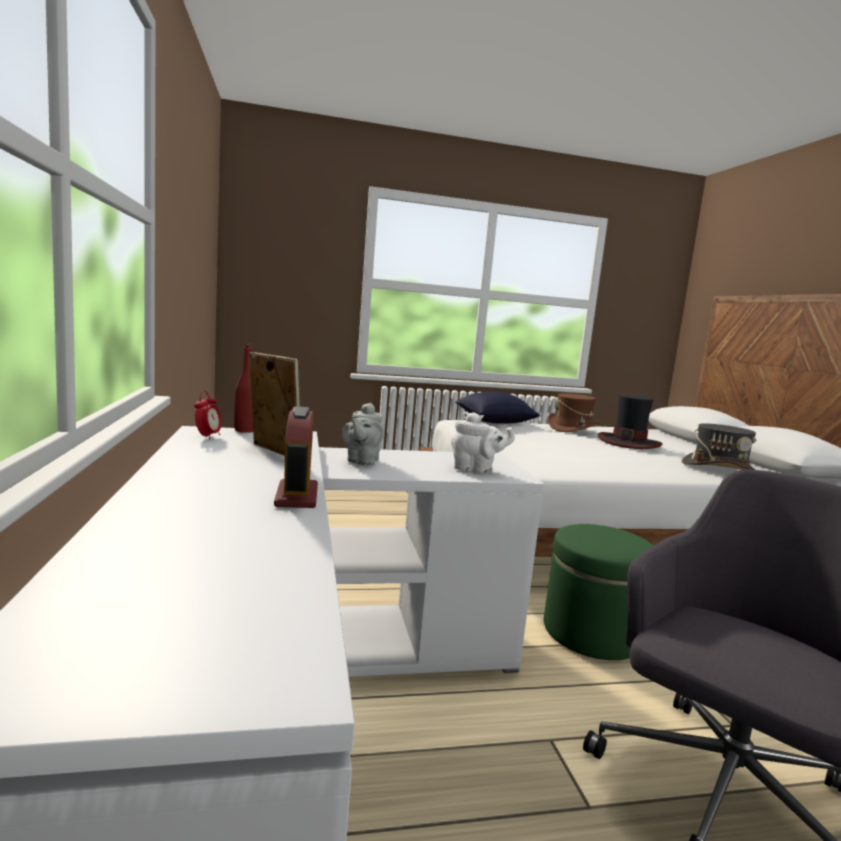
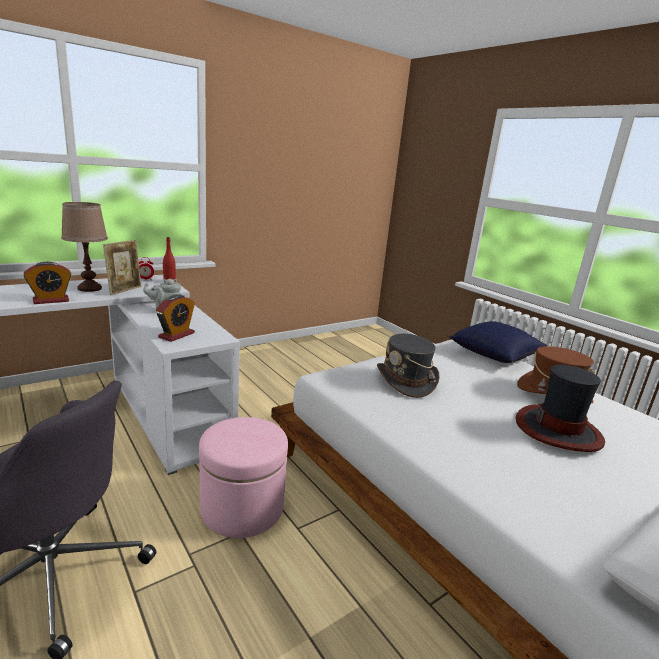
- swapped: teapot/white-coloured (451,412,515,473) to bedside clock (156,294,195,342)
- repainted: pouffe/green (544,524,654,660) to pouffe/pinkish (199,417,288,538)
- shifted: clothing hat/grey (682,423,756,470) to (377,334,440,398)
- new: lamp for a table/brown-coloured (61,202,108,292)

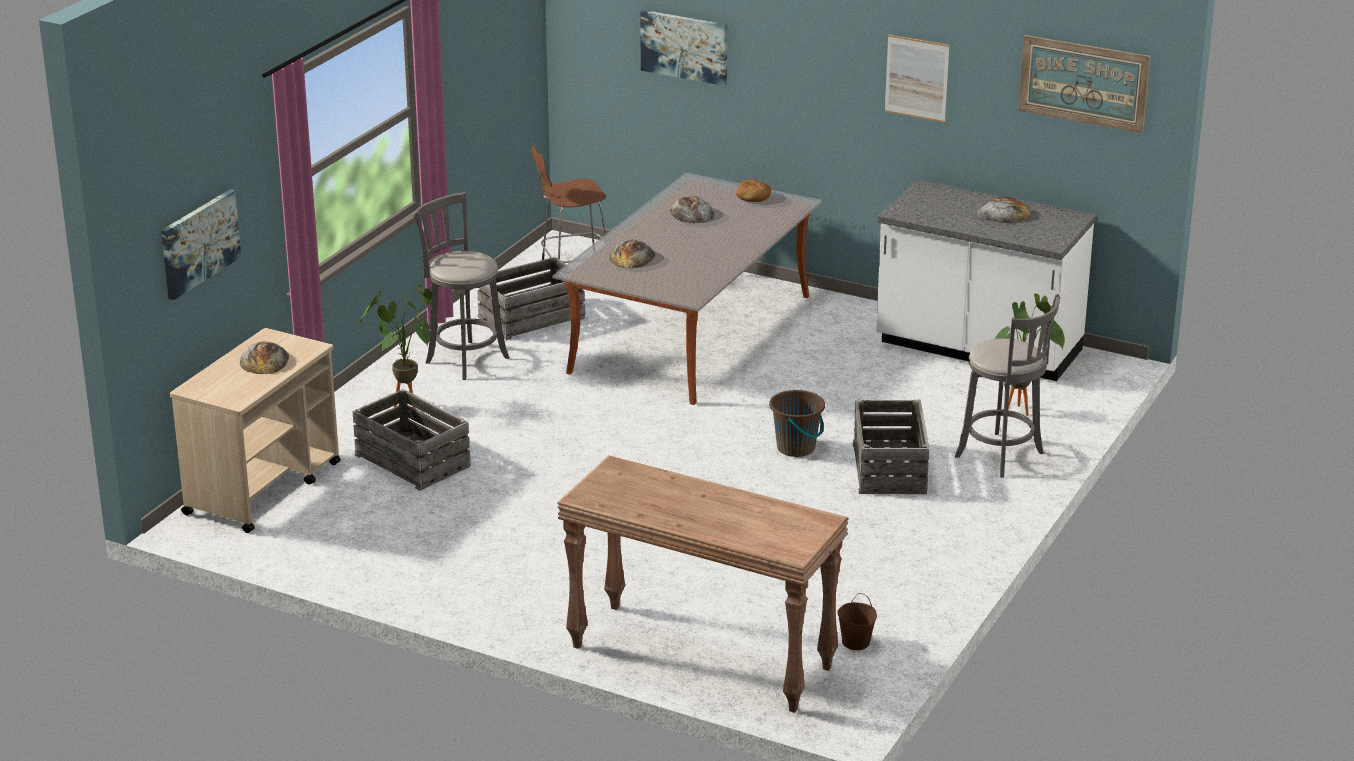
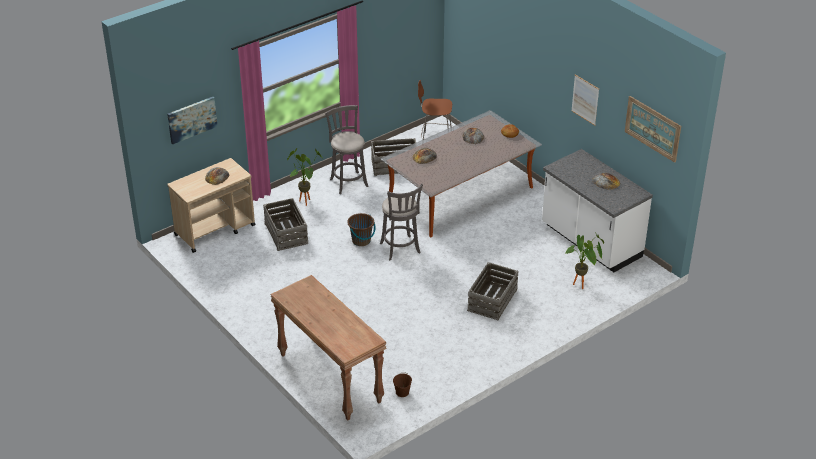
- gone: wall picture (640,10,727,86)
- shifted: bucket/brown-coloured (769,390,825,457) to (348,213,376,246)
- shifted: stool seat/grey (955,294,1060,478) to (380,183,423,261)

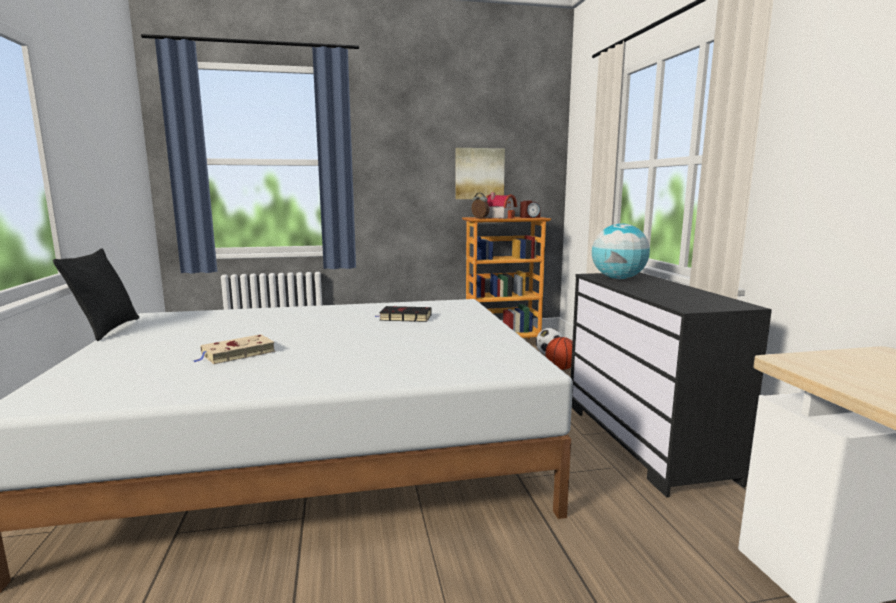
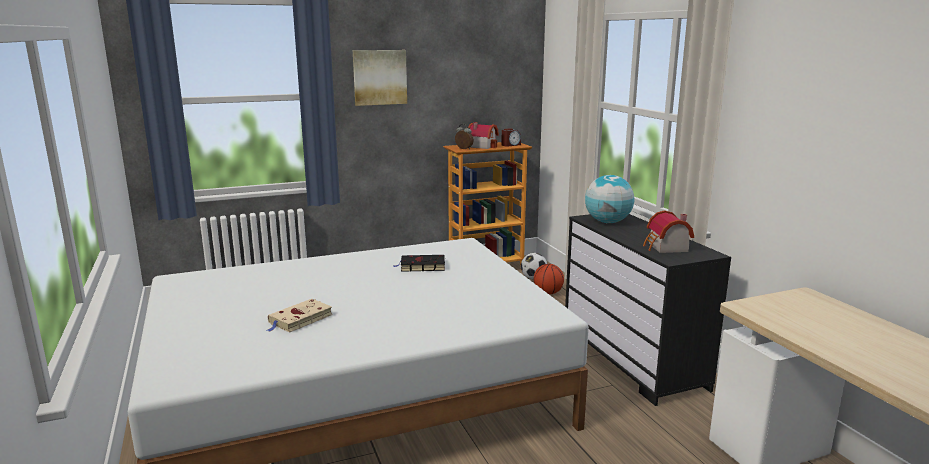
- gone: cushion/black (53,248,139,341)
- shifted: wall picture (455,148,505,199) to (353,50,407,106)
- new: miniature house (643,210,694,253)

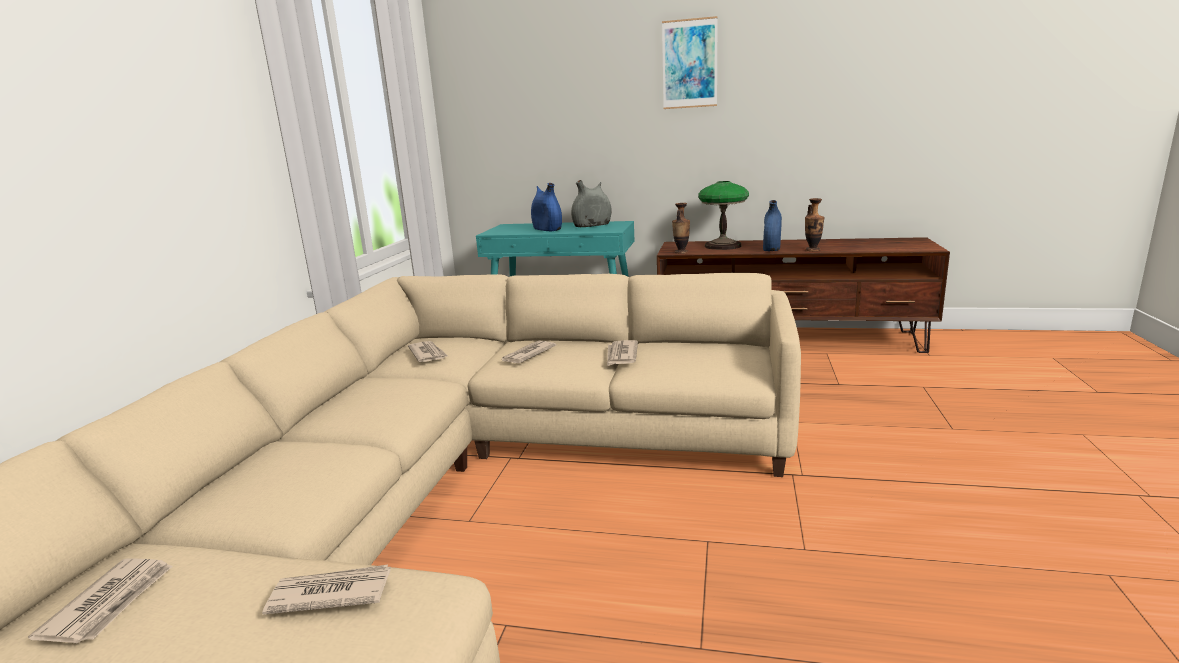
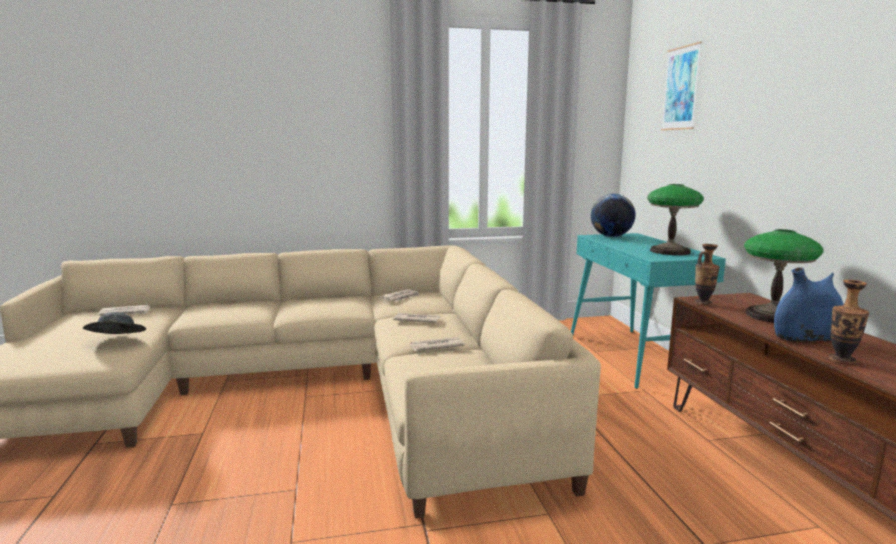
- swapped: newspaper (262,565,391,615) to clothing hat/grey (83,312,146,334)
- gone: vase/blue (531,183,562,231)
- swapped: vase/grey (571,180,612,227) to lamp for a table (647,184,704,255)
- shifted: wall picture (662,16,718,109) to (661,42,702,130)
- new: desk globe (591,194,636,237)

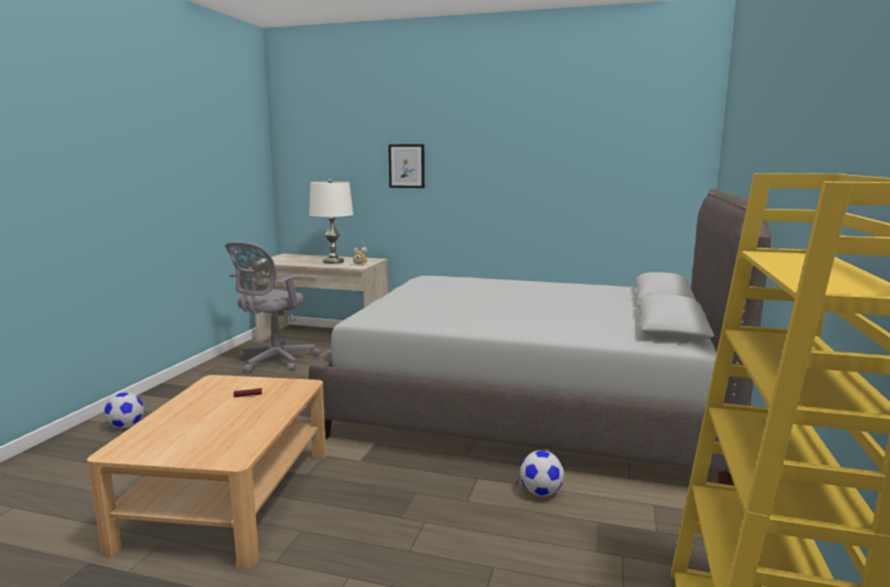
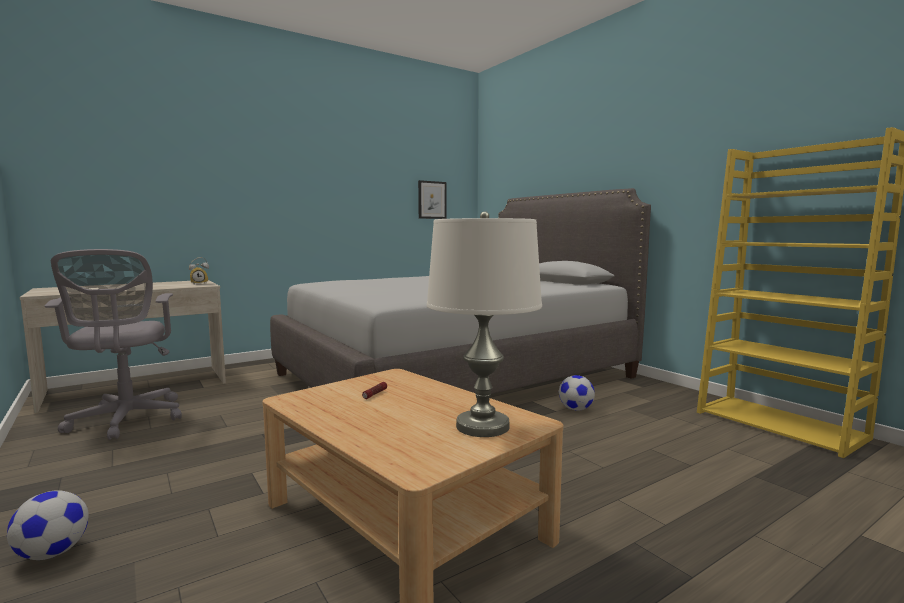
- shifted: lamp for a table/white-coloured (309,179,353,264) to (427,211,542,437)
- shifted: wall picture (388,144,425,188) to (418,180,447,219)

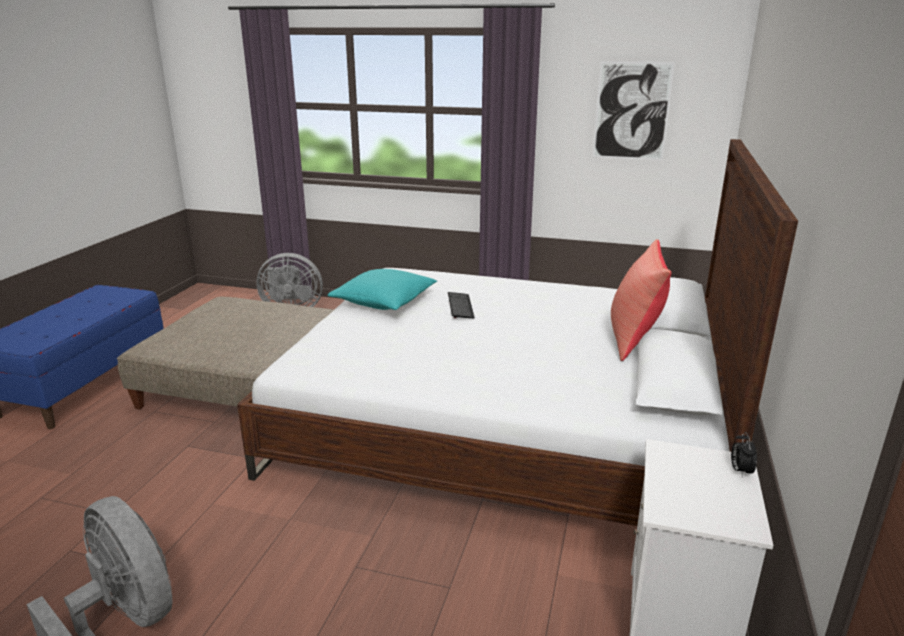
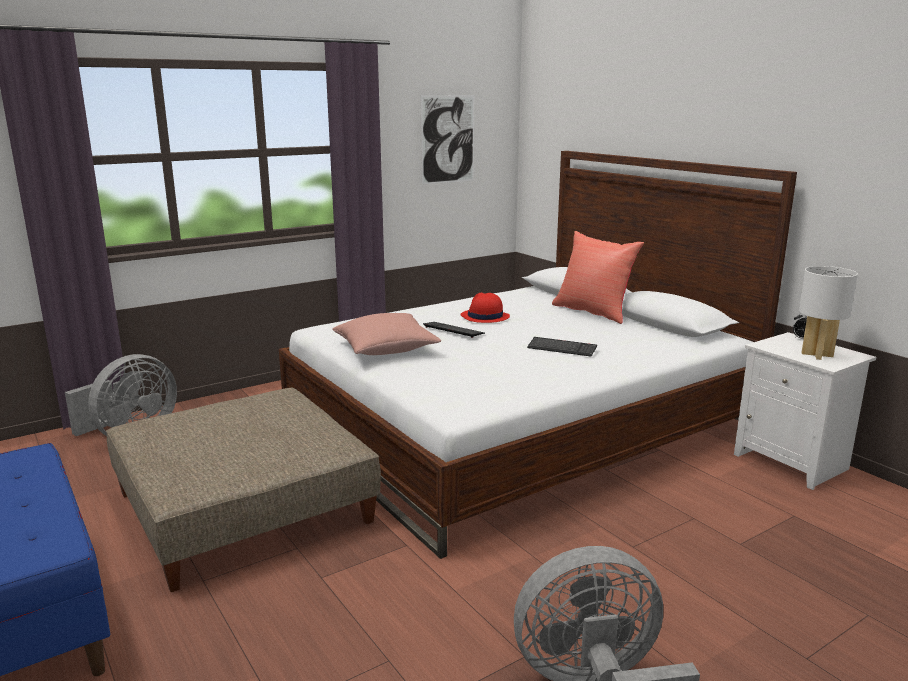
- repainted: cushion/turquoise (327,269,437,310) to cushion/pinkish (332,313,441,355)
- new: clothing hat/reddish (460,293,510,323)
- new: computer keyboard (527,337,597,357)
- new: lamp for a table/white-coloured (799,266,858,360)

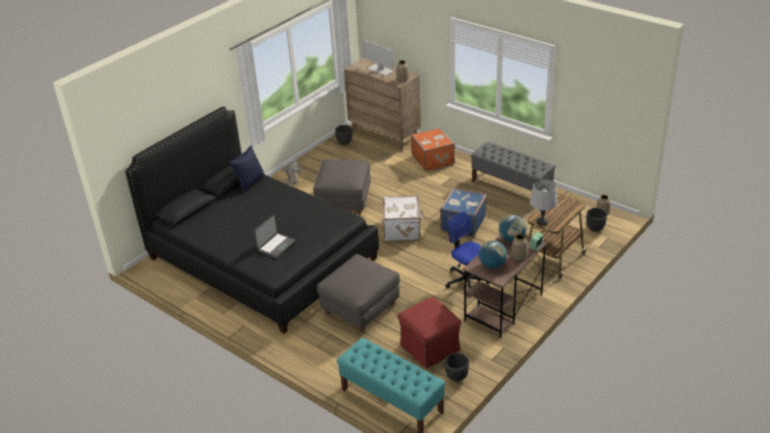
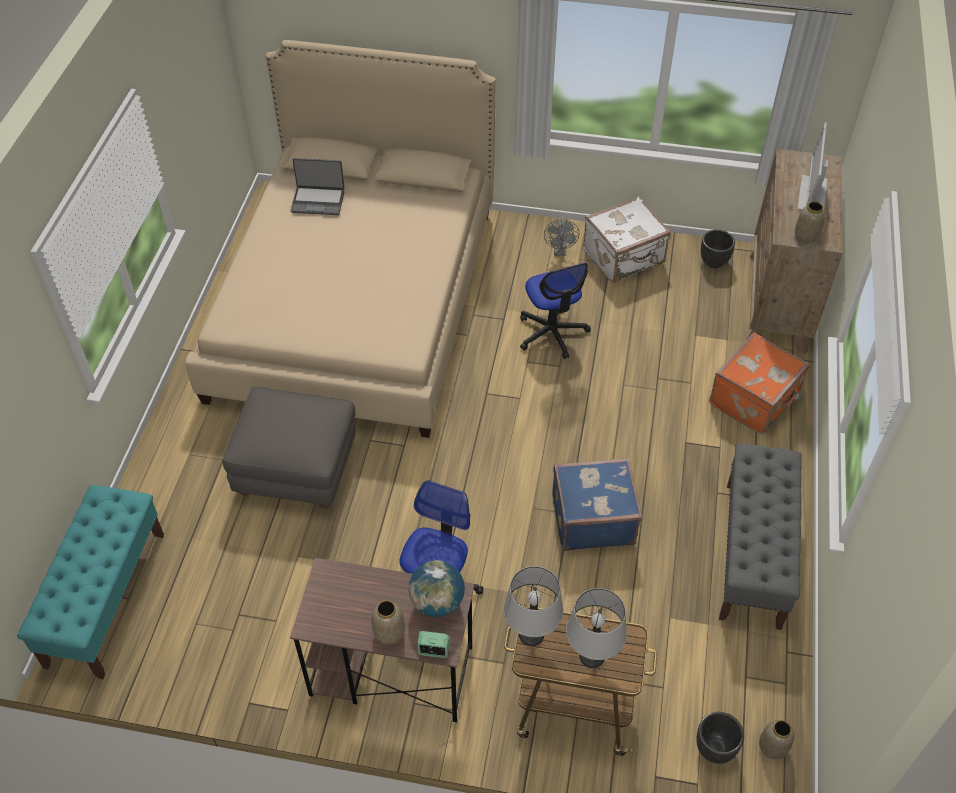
- repainted: sleeping bed/black (125,106,379,334) to sleeping bed/sand-coloured (185,40,496,438)
- gone: cushion/blue (229,146,265,193)
- shifted: laptop (254,215,296,258) to (291,158,345,215)
- swapped: pouffe/grey (313,159,371,214) to computer chair (520,263,591,359)
- shifted: piece of luggage/white-coloured (383,196,423,241) to (583,197,671,283)
- gone: pouffe/reddish (397,297,461,369)
- gone: flower pot/black (445,353,469,382)
- gone: desk globe (479,240,507,269)
- new: lamp for a table/grey (566,588,627,668)

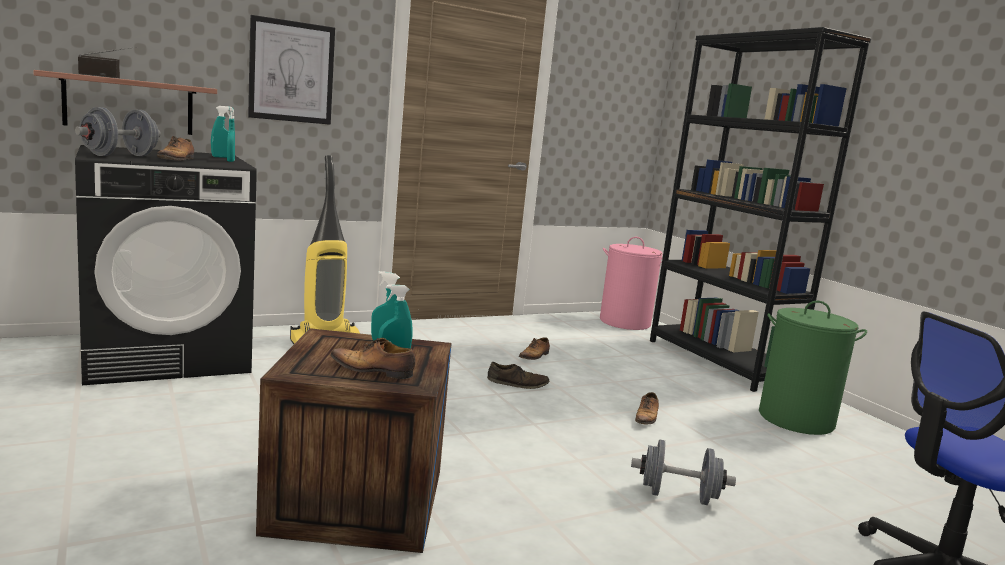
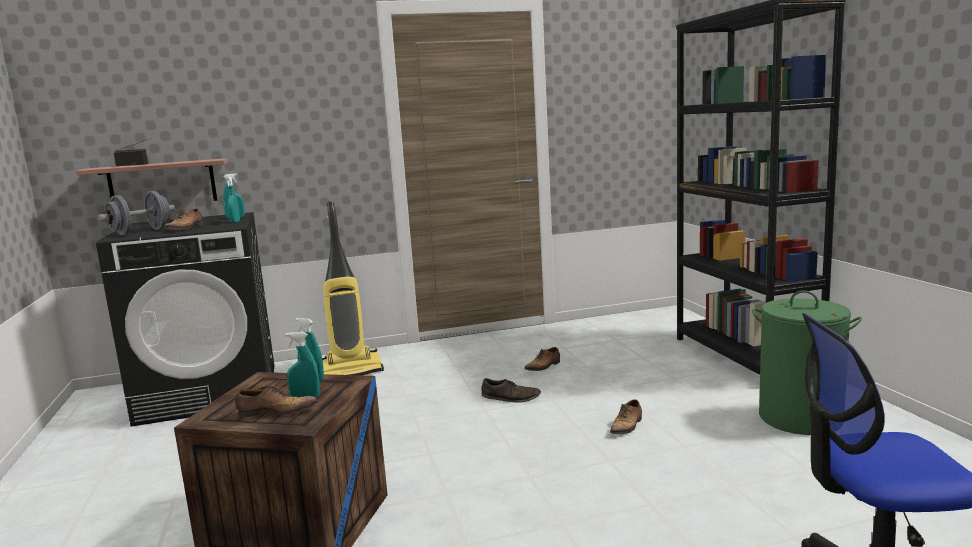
- gone: wall picture (248,15,335,125)
- rotated: low shoe (330,338,415,379) = (235,385,318,417) 150 degrees clockwise
- gone: laundry basket/pinkish (600,237,663,330)
- gone: hand weight/grey (631,439,736,505)

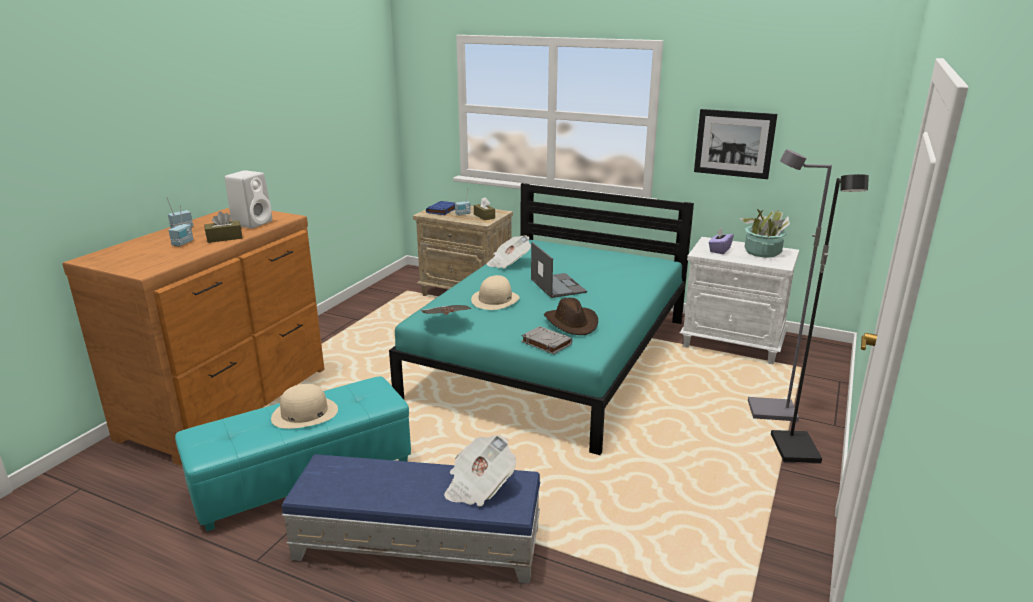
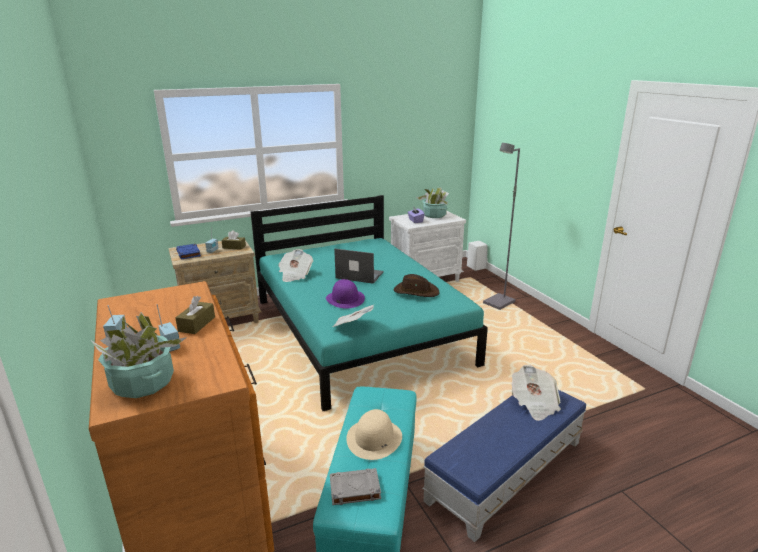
- shifted: loudspeaker/white-coloured (225,170,272,228) to (467,241,488,271)
- repainted: clothing hat/sand-coloured (471,275,520,310) to clothing hat/purplish (326,279,365,308)
- shifted: volume/grey (521,326,573,354) to (330,468,381,505)
- gone: wall picture (694,109,777,179)
- gone: standing lamp/black (771,174,869,464)
- new: houseplant (92,312,187,398)

